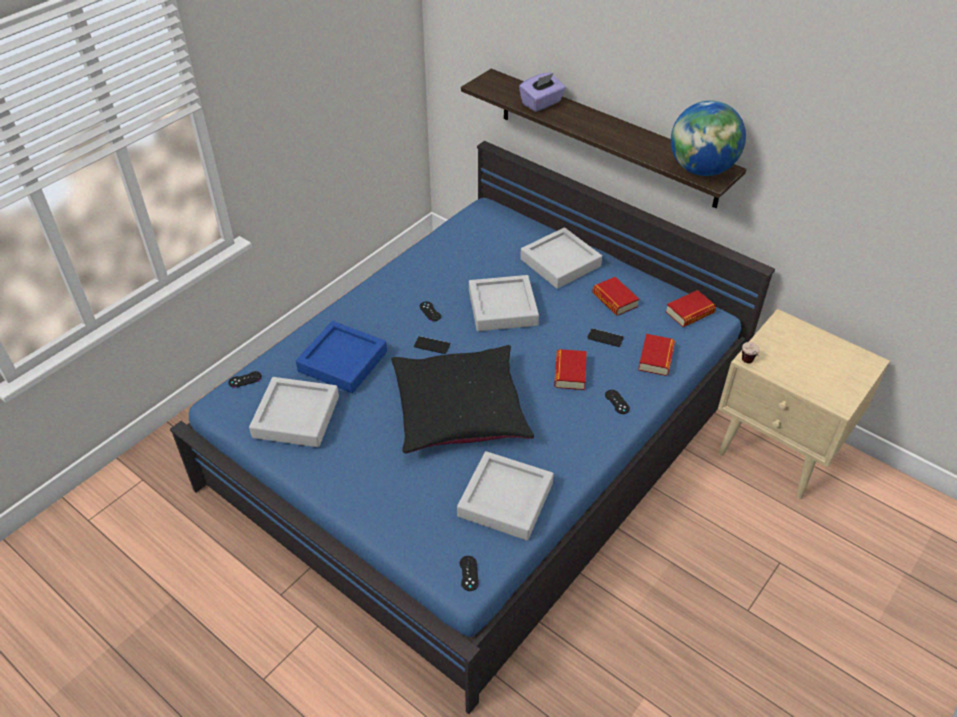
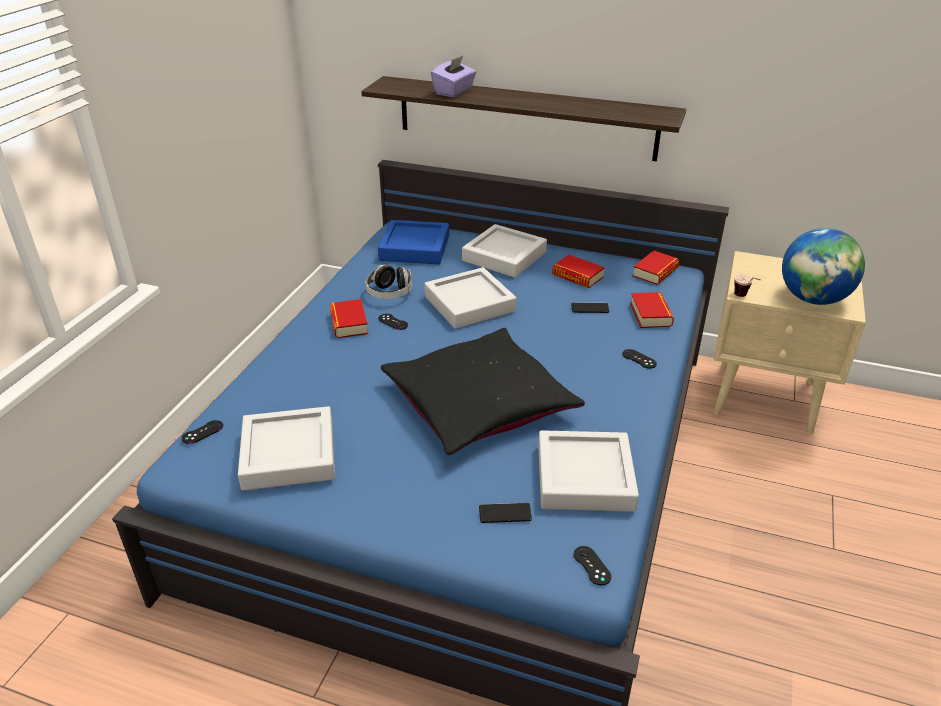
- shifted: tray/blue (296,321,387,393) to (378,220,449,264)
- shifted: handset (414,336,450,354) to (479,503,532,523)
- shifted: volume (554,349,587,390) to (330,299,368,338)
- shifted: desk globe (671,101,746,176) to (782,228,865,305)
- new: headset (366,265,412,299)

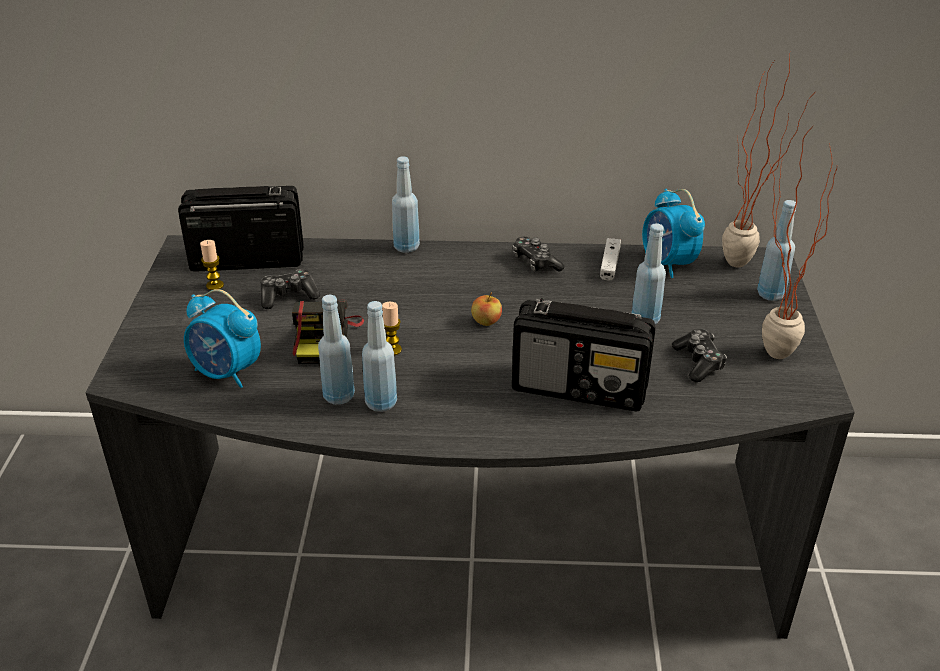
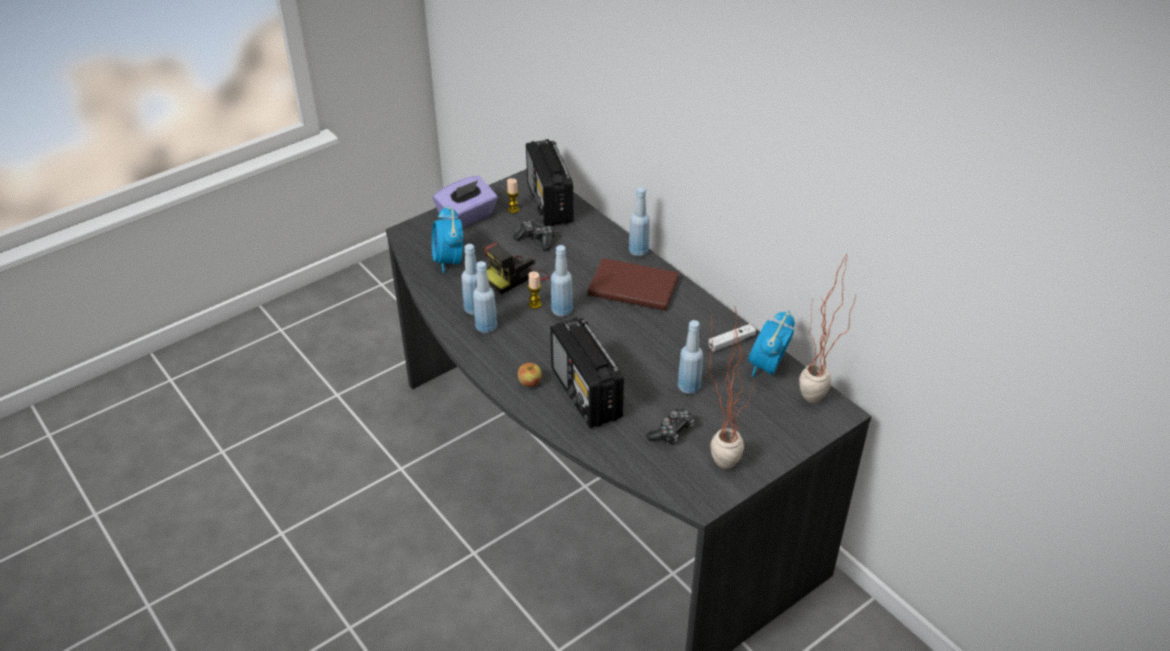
- rotated: radio set (178,186,304,272) = (526,139,573,226) 150 degrees counterclockwise
- shifted: apple fruit (471,292,502,326) to (518,363,542,387)
- gone: game controller (512,237,565,272)
- shifted: beverage bottle/blue (757,200,797,301) to (551,245,573,317)
- new: tissue holder/purplish (433,176,498,228)
- new: volume/brown-coloured (588,258,679,311)

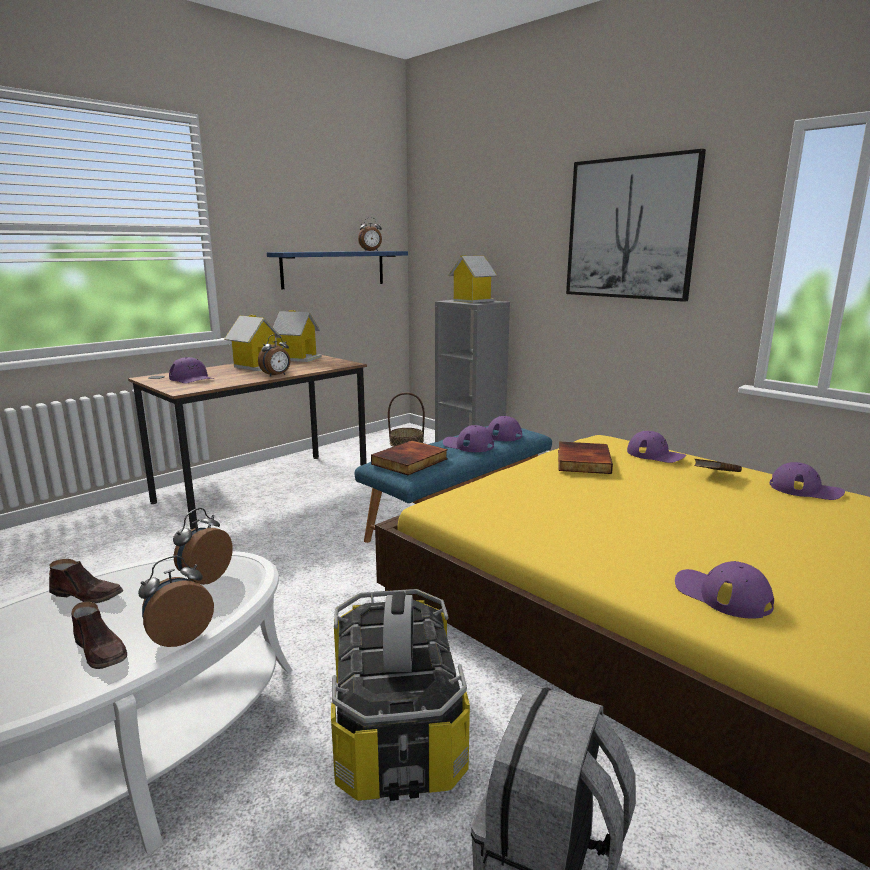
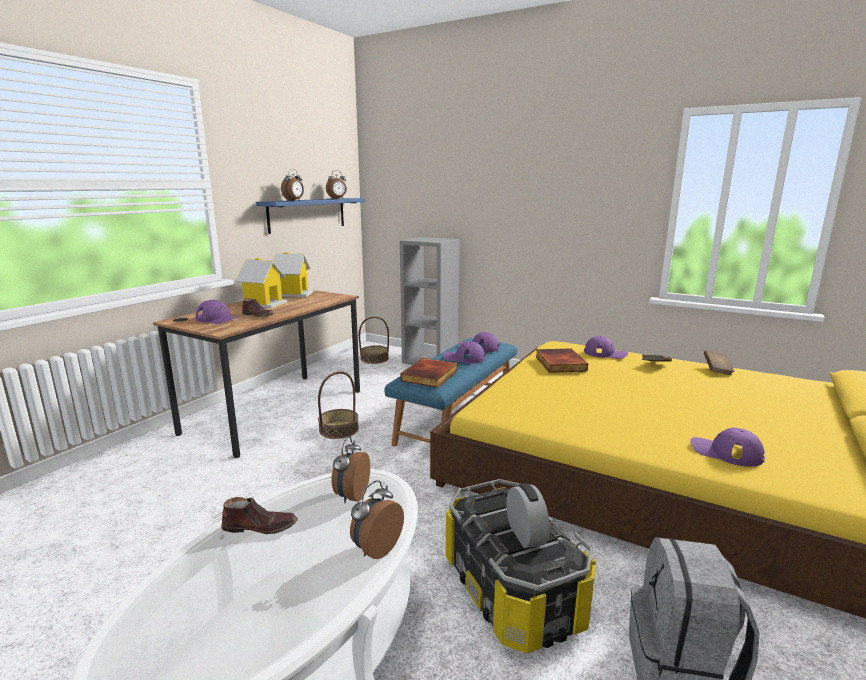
- shifted: low shoe/brown-coloured (71,602,127,669) to (242,298,273,317)
- shifted: bedside clock (258,334,290,377) to (281,169,304,201)
- gone: miniature house (448,255,497,303)
- gone: wall picture (566,149,706,302)
- swapped: cap/purplish (769,462,845,500) to volume/brown-coloured (704,351,734,375)
- new: storage basket (318,371,359,439)

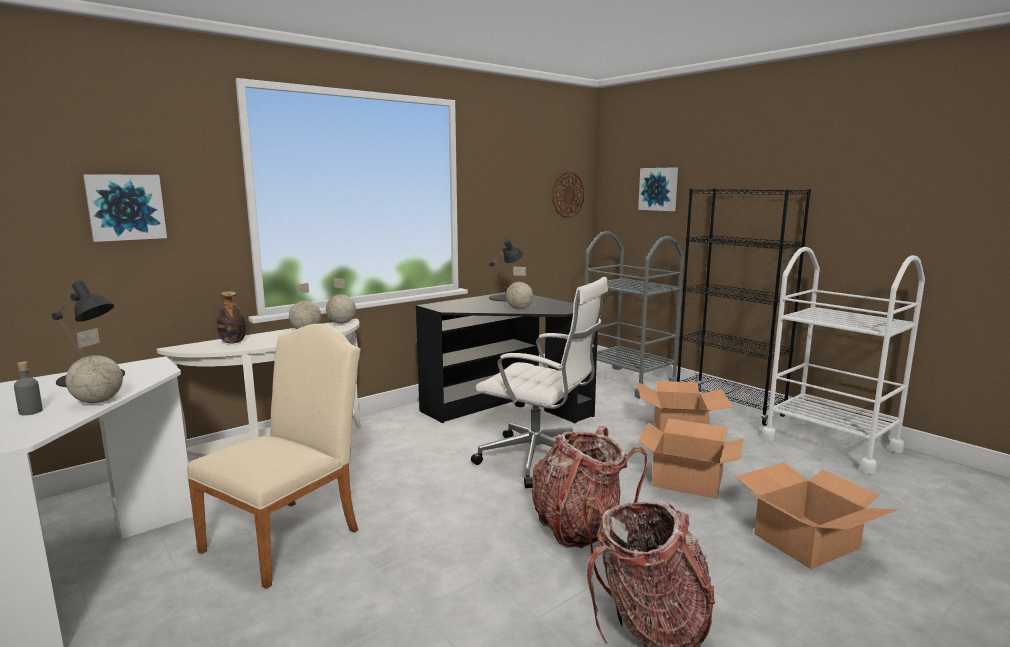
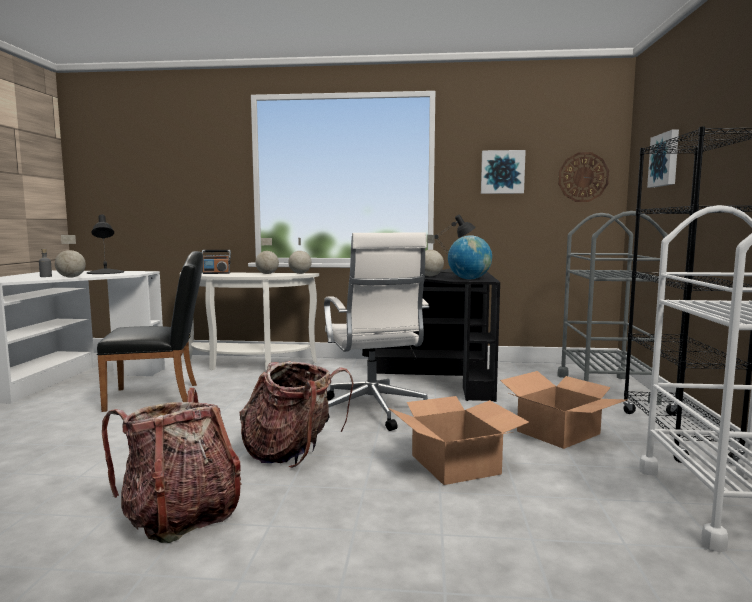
- shifted: wall picture (83,174,167,242) to (481,150,526,194)
- repainted: upright chair/sand-coloured (187,324,361,589) to upright chair/black (97,251,203,412)
- swapped: beverage bottle (217,291,246,344) to radio set (202,250,231,274)
- gone: cardboard box (735,462,898,569)
- new: desk globe (448,235,492,279)

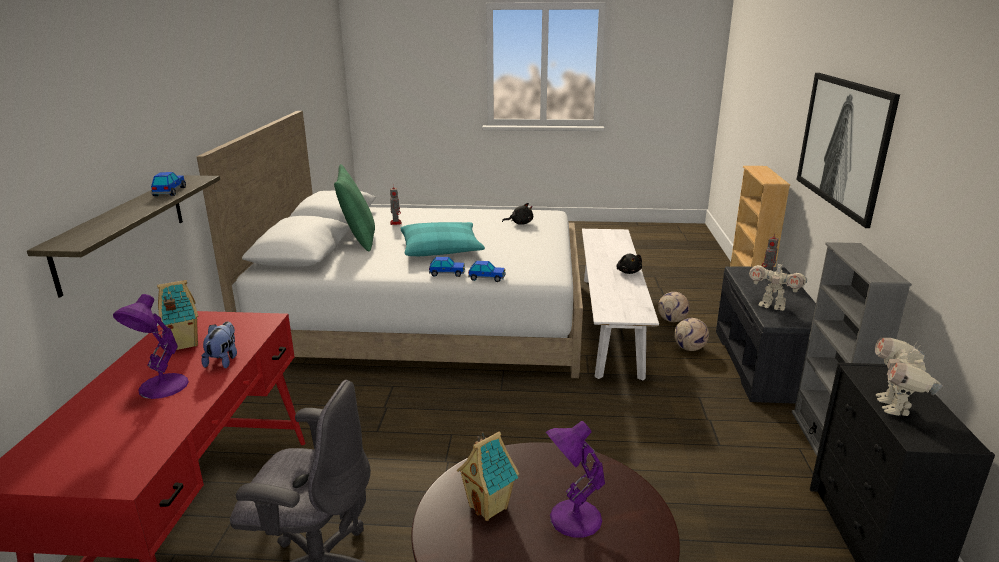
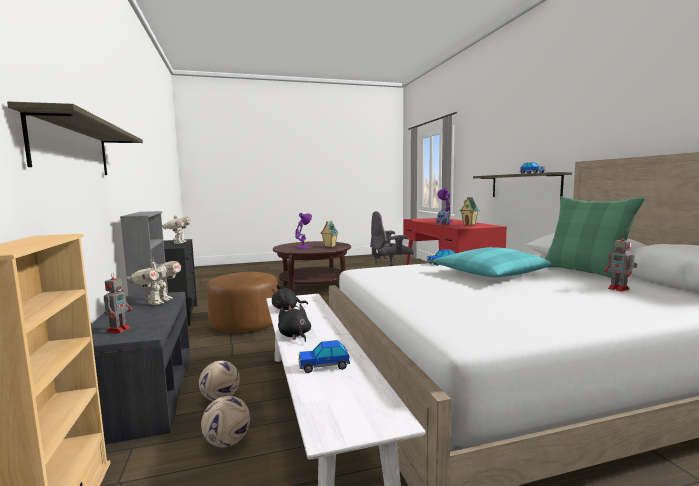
- shifted: miniature car (468,260,506,282) to (298,340,350,373)
- shifted: soft toy/black (502,203,533,225) to (272,285,308,310)
- rotated: toy robot (749,260,807,311) = (127,259,181,305) 90 degrees clockwise
- swapped: wall picture (796,73,900,228) to bracket shelf (7,102,143,175)
- new: pouffe/brown-coloured (207,272,278,332)

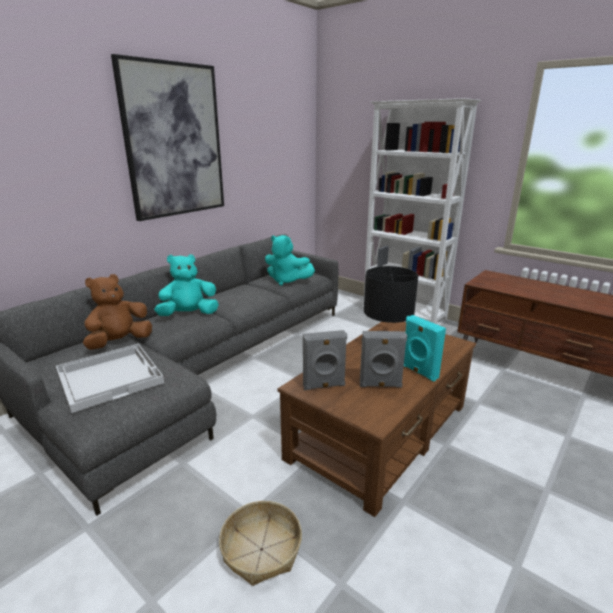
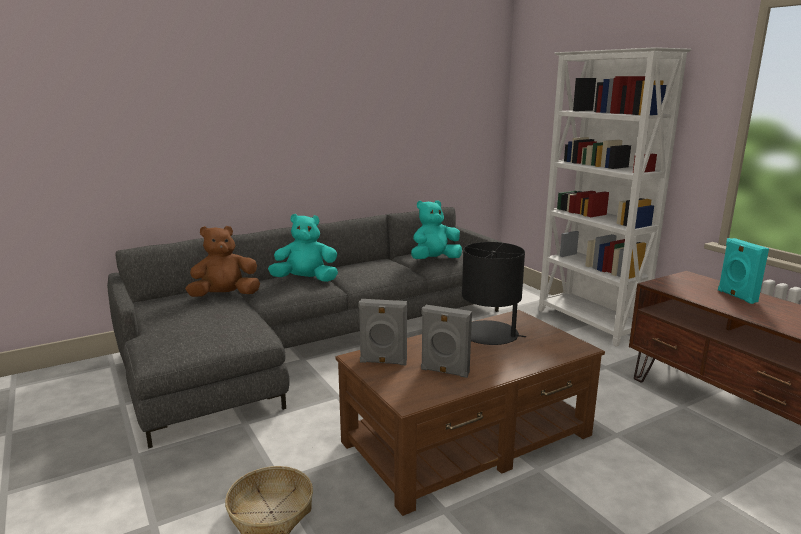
- gone: tray/white-coloured (56,344,164,413)
- gone: wall picture (111,54,224,221)
- rotated: soft toy/turquoise (265,235,315,286) = (411,200,462,259) 105 degrees clockwise
- shifted: loudspeaker/turquoise (404,315,446,382) to (718,238,769,304)

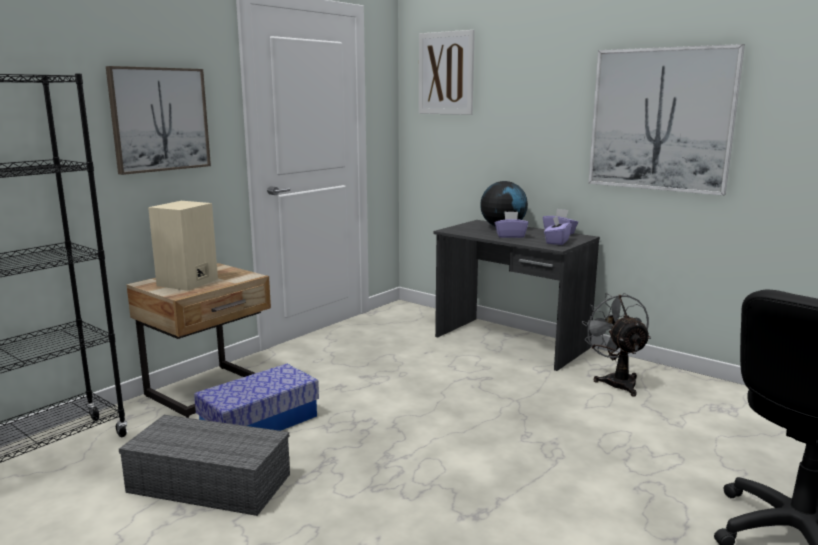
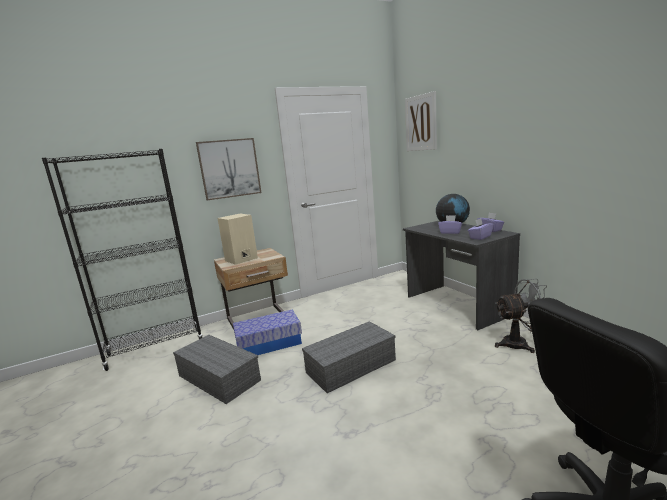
- rotated: cooling fan/grey (582,293,651,397) = (495,279,547,353) 75 degrees clockwise
- gone: wall picture (588,44,745,196)
- new: storage bin/grey (302,321,396,393)

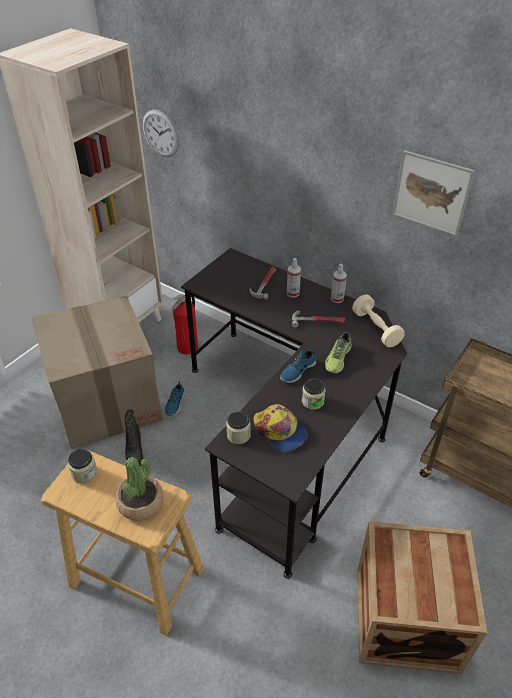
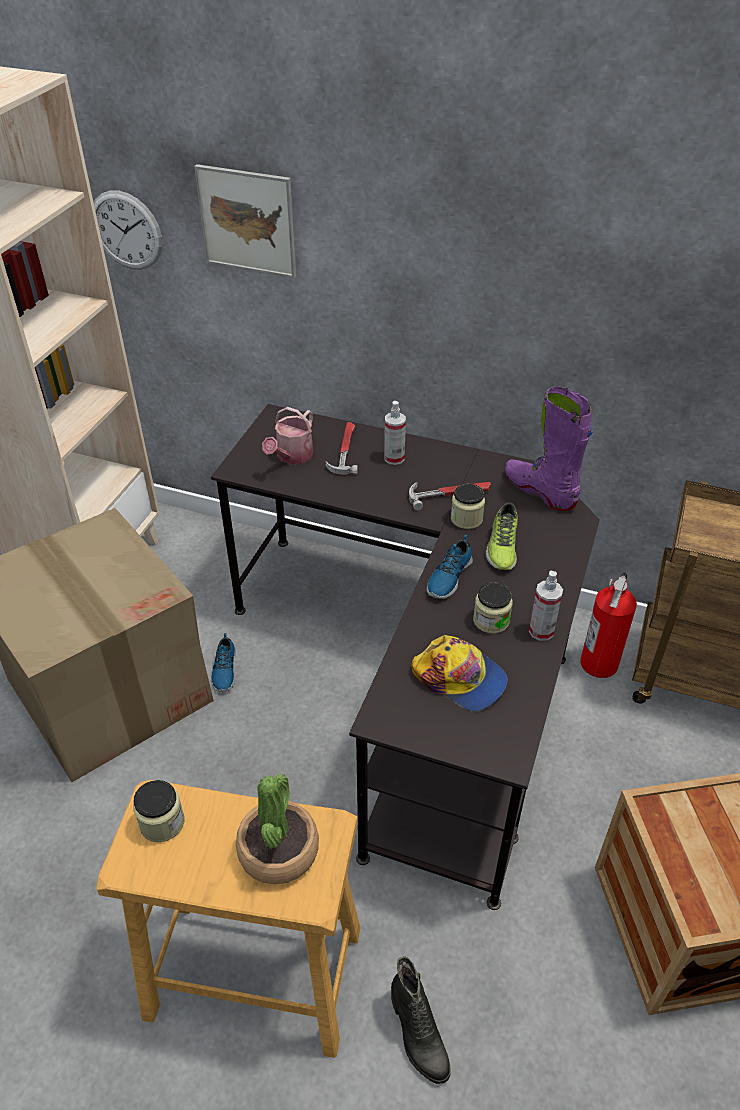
- shifted: high-top boot/black (125,409,143,467) to (391,956,451,1084)
- shifted: fire-fighting cylinder (172,294,198,355) to (580,573,637,678)
- shifted: preserve jar (226,411,251,444) to (451,484,485,529)
- shifted: spray bottle (331,264,347,303) to (529,571,563,641)
- swapped: hand weight/sand-coloured (352,295,405,347) to high-top boot/purplish (505,386,593,511)
- shifted: wall picture (392,150,475,236) to (194,164,296,278)
- new: watering pot (262,407,313,465)

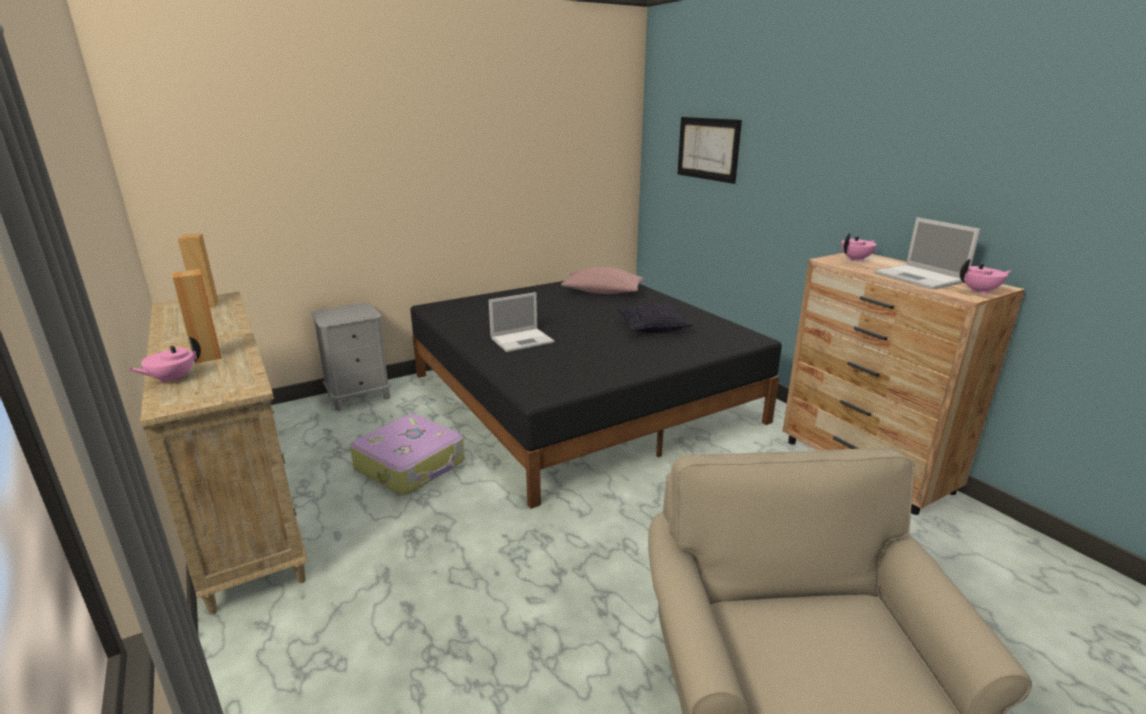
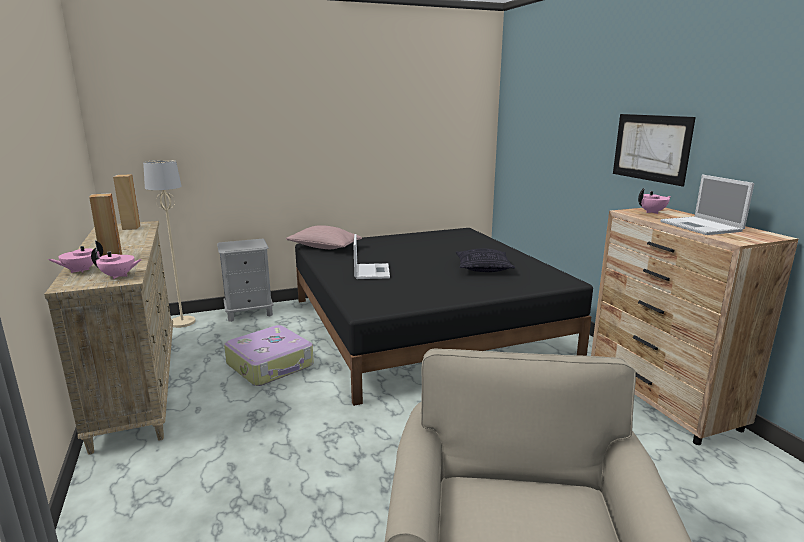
- rotated: laptop (489,292,554,352) = (354,234,390,279) 75 degrees counterclockwise
- shifted: cushion/pinkish (561,267,644,294) to (286,225,362,249)
- shifted: wall picture (677,117,742,184) to (613,114,696,186)
- shifted: teapot/pinkish (960,259,1011,295) to (91,248,142,279)
- new: standing lamp/sand-coloured (143,160,196,328)

